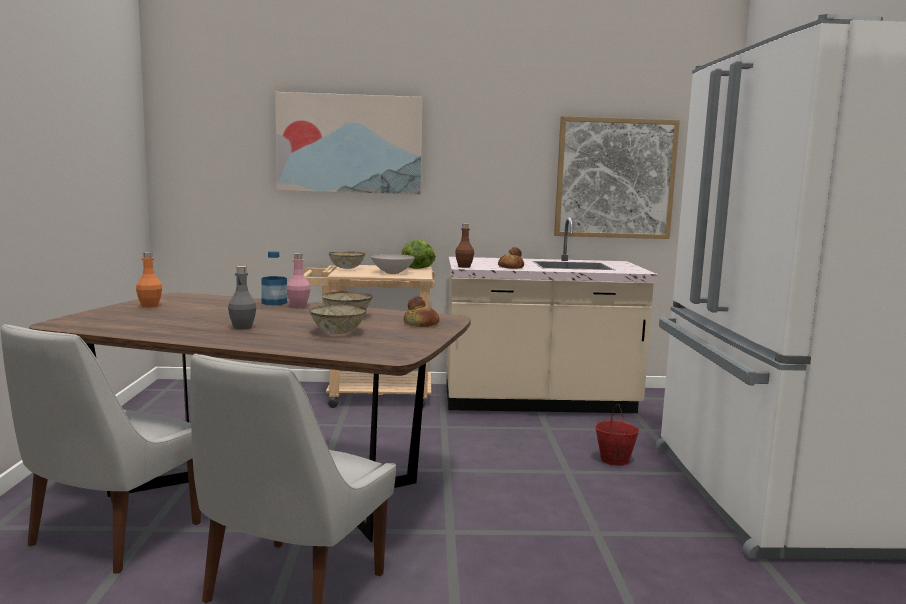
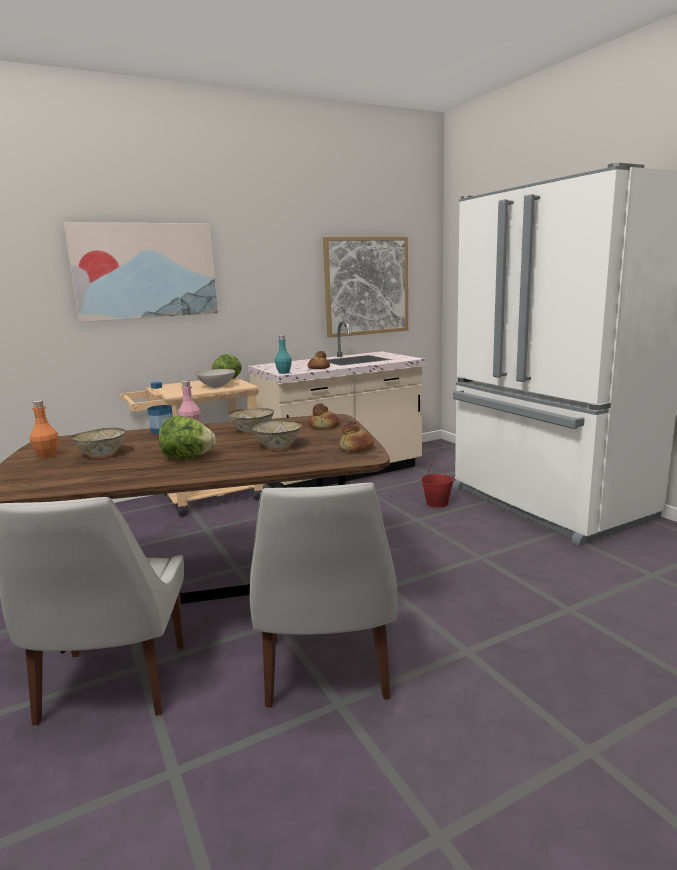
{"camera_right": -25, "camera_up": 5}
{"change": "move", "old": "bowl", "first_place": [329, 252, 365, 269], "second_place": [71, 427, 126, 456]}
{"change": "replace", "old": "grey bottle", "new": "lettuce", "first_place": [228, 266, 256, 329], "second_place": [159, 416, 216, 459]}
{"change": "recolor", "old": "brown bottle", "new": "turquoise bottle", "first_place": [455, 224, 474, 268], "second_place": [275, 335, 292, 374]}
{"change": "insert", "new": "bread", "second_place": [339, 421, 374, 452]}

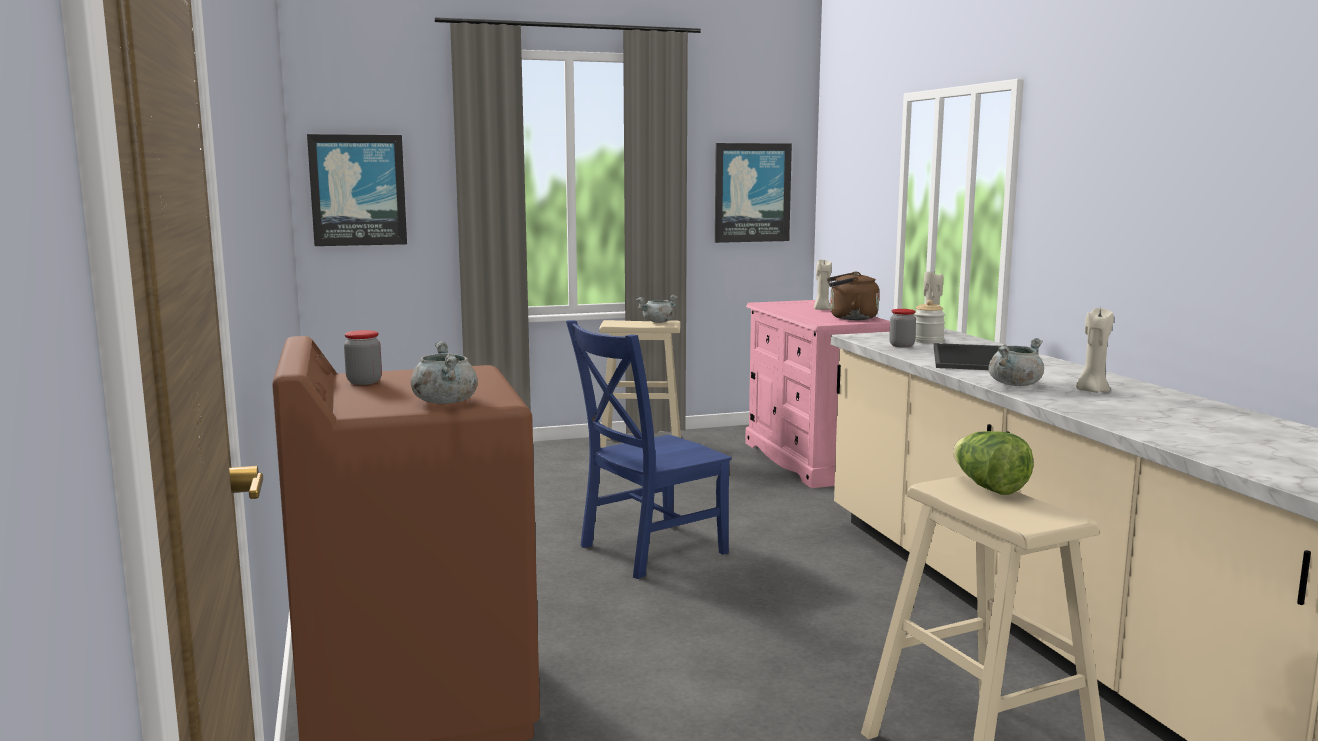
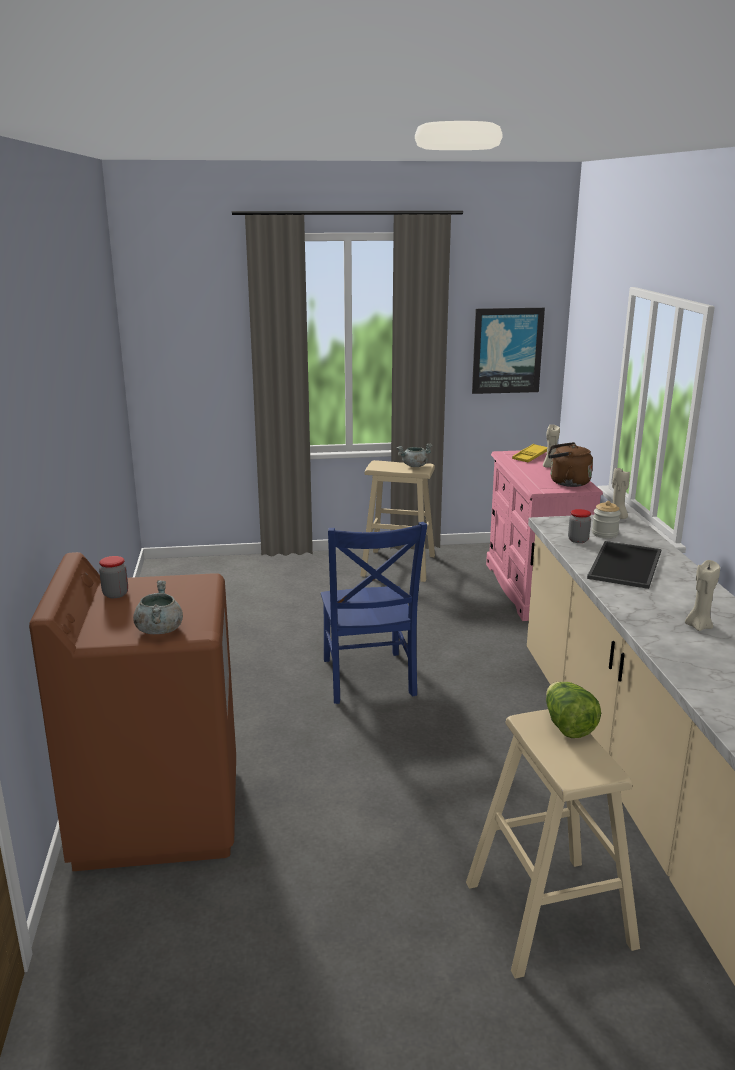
{"camera_right": 10, "camera_up": 10}
{"change": "rotate", "old": "blue chair", "first_place": [566, 320, 732, 579], "second_place": [321, 522, 427, 704], "degrees": -75}
{"change": "insert", "new": "yellow tray", "second_place": [512, 444, 547, 462]}
{"change": "delete", "old": "picture", "first_place": [307, 134, 407, 246]}
{"change": "delete", "old": "grey cooking pot", "first_place": [988, 338, 1044, 386]}

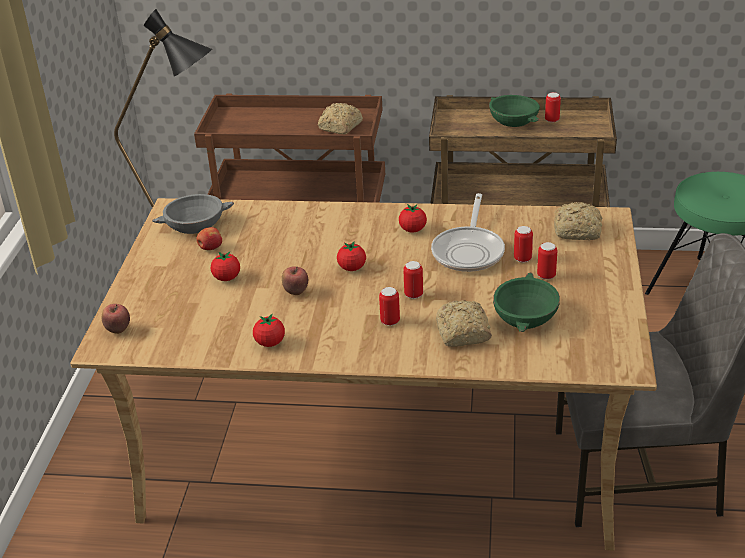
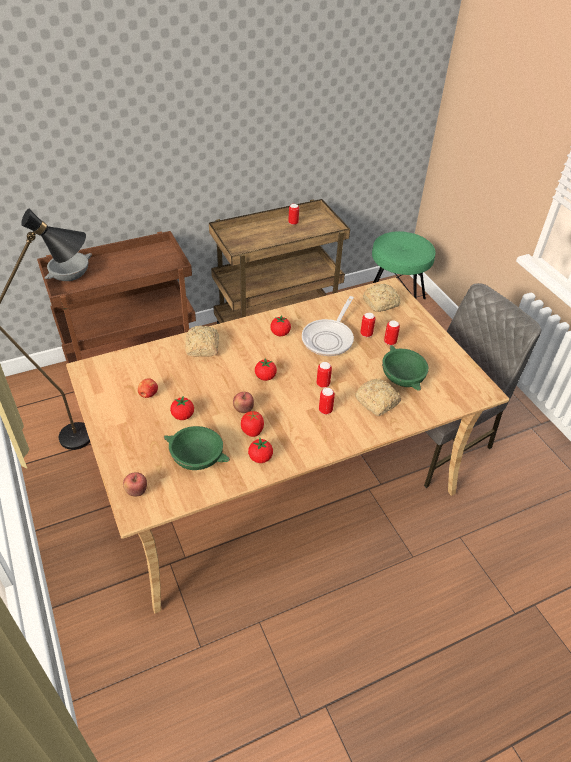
{"camera_right": -35, "camera_up": 10}
{"change": "move", "old": "grey bowl", "first_place": [152, 194, 234, 234], "second_place": [44, 252, 92, 281]}
{"change": "move", "old": "green bowl", "first_place": [489, 95, 540, 127], "second_place": [164, 426, 230, 470]}
{"change": "move", "old": "bread", "first_place": [318, 103, 363, 134], "second_place": [185, 326, 219, 357]}
{"change": "insert", "new": "tomato", "second_place": [241, 411, 264, 437]}
{"change": "rotate", "old": "frying pan", "first_place": [431, 193, 505, 272], "second_place": [302, 296, 354, 356], "degrees": 45}

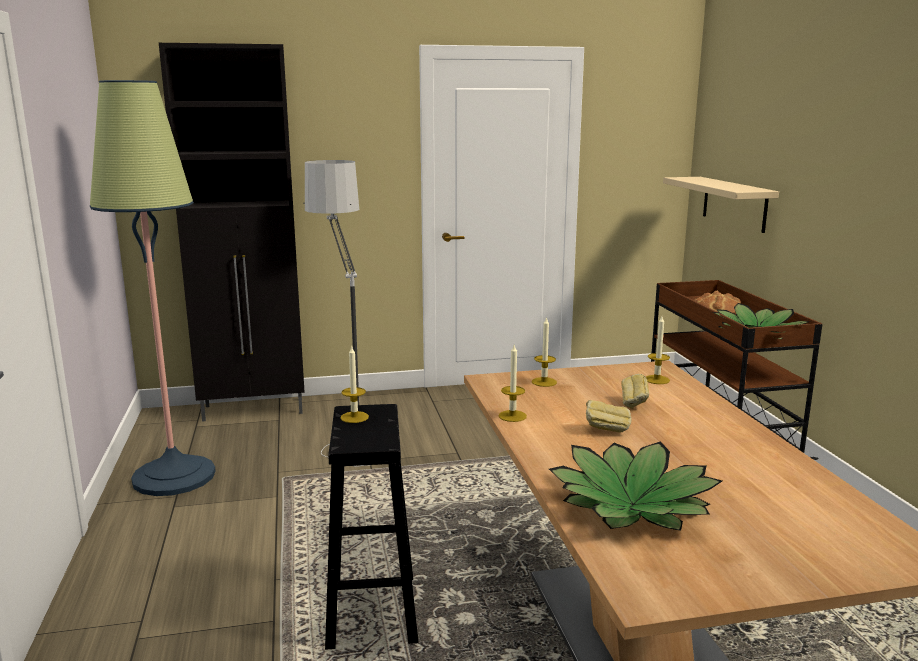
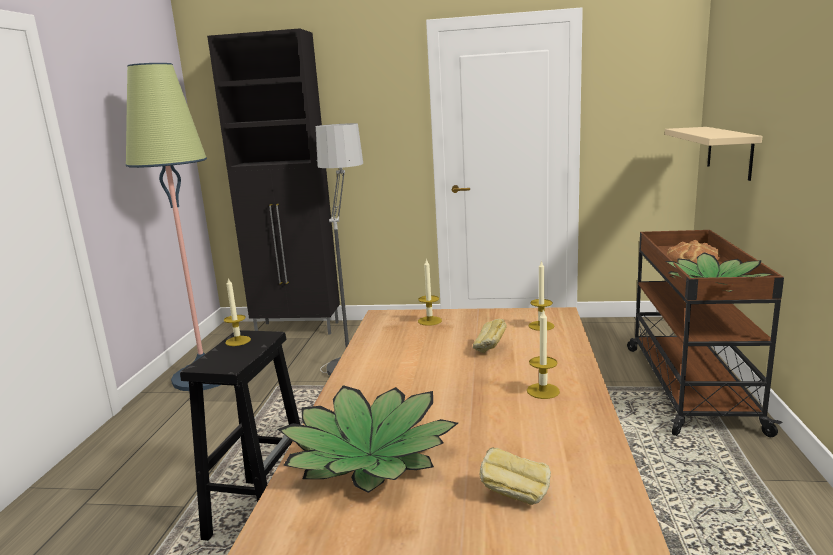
{"camera_right": 20, "camera_up": 0}
{"change": "move", "old": "bread", "first_place": [586, 400, 632, 433], "second_place": [479, 447, 551, 505]}
{"change": "move", "old": "candle", "first_place": [499, 345, 527, 422], "second_place": [527, 309, 560, 399]}

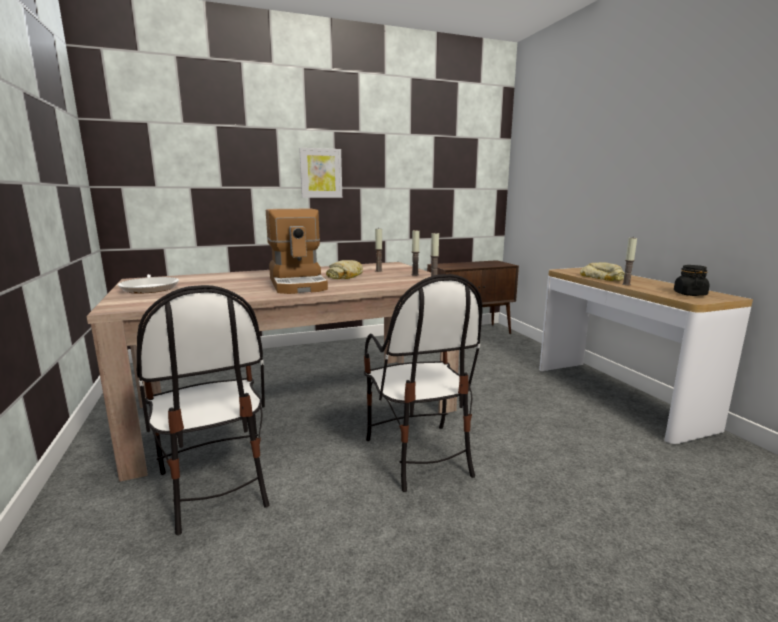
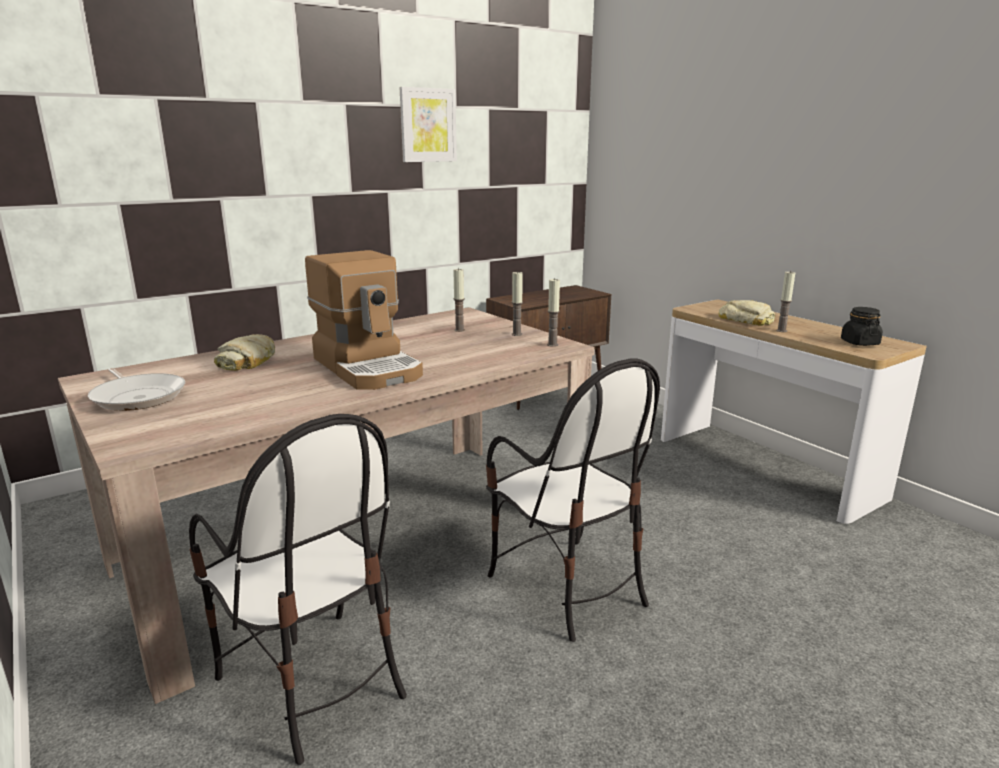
{"camera_right": -15, "camera_up": 5}
{"change": "move", "old": "bread", "first_place": [326, 260, 363, 279], "second_place": [214, 334, 275, 371]}
{"change": "move", "old": "picture", "first_place": [299, 148, 342, 198], "second_place": [399, 87, 457, 162]}

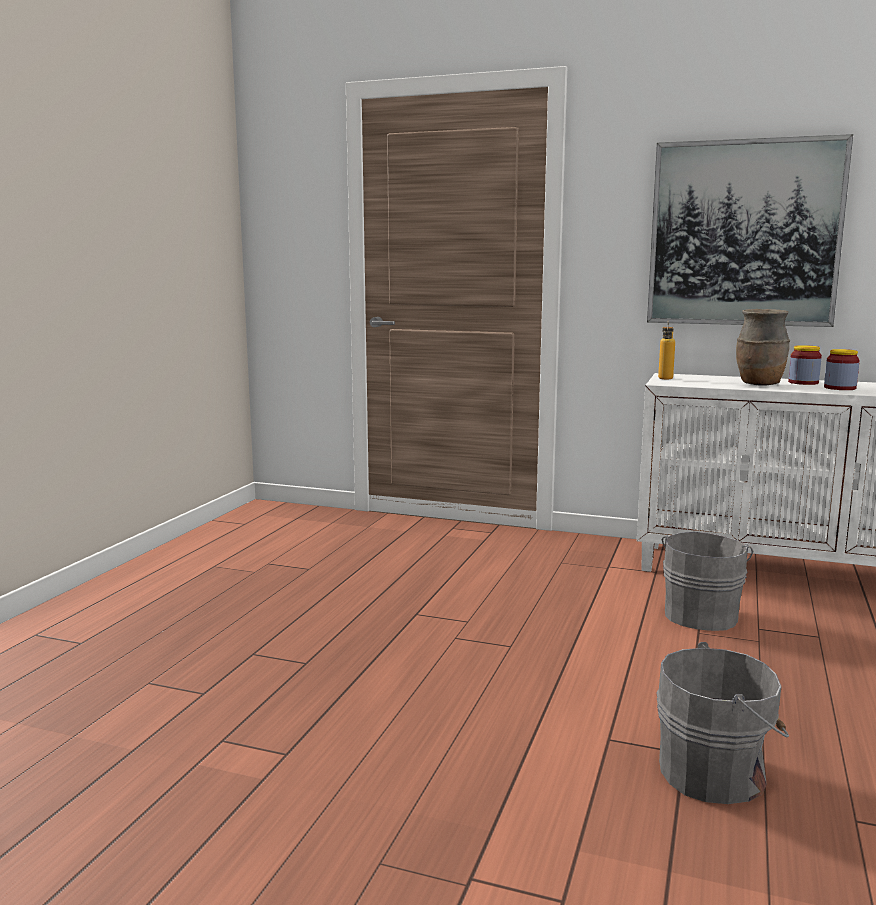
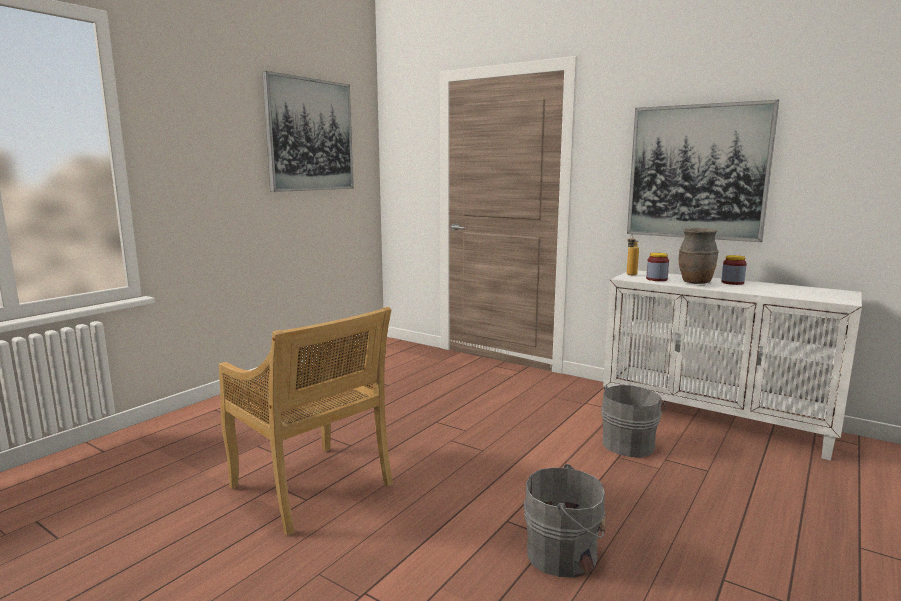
{"camera_right": 15, "camera_up": 0}
{"change": "insert", "new": "beige chair", "second_place": [219, 307, 393, 536]}
{"change": "insert", "new": "picture", "second_place": [262, 71, 354, 192]}
{"change": "move", "old": "jar", "first_place": [824, 349, 860, 390], "second_place": [646, 253, 669, 281]}

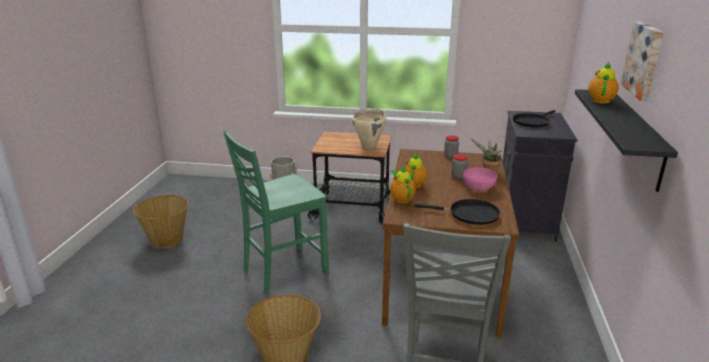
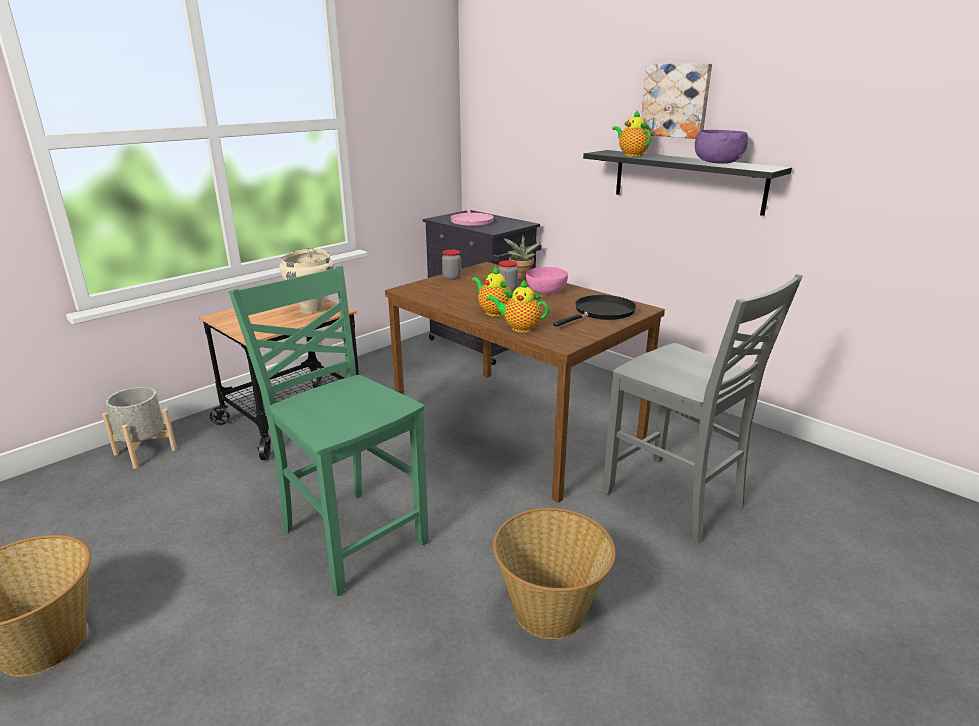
{"camera_right": -55, "camera_up": 0}
{"change": "rotate", "old": "green chair", "first_place": [223, 130, 329, 295], "second_place": [229, 266, 429, 596], "degrees": 135}
{"change": "recolor", "old": "black frying pan", "new": "pink frying pan", "first_place": [513, 110, 556, 127], "second_place": [450, 207, 494, 226]}
{"change": "insert", "new": "purple bowl", "second_place": [695, 130, 748, 164]}

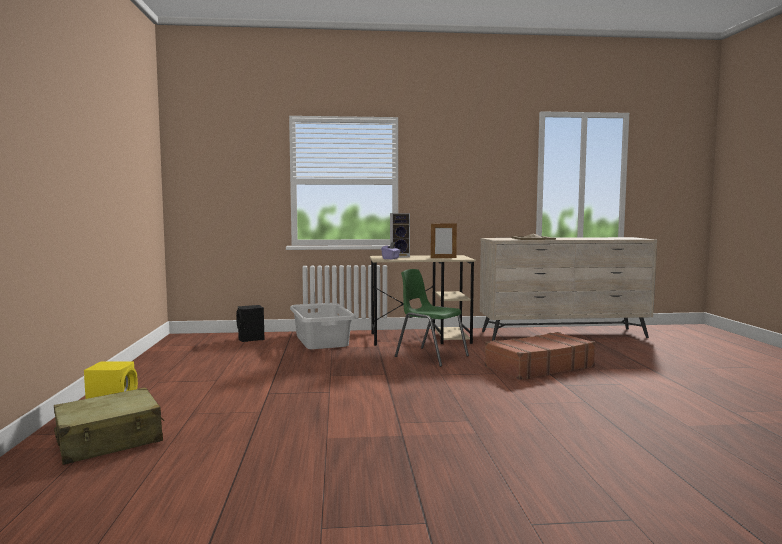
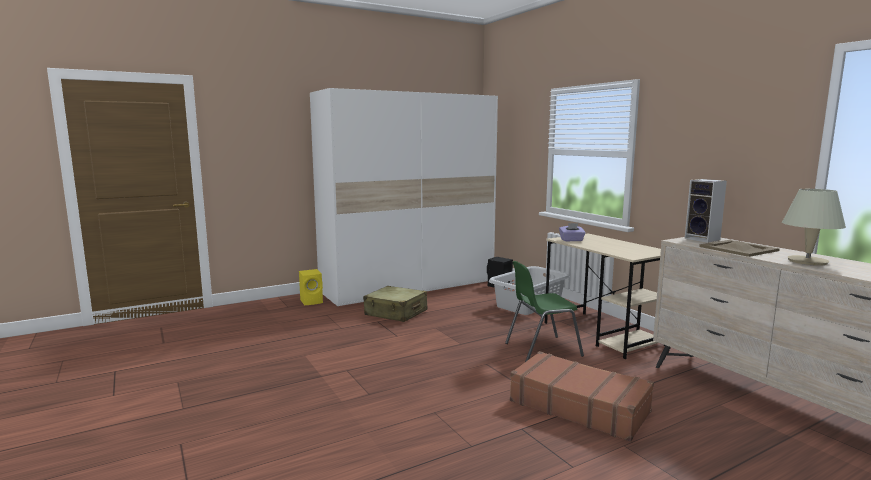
{"camera_right": 65, "camera_up": 5}
{"change": "insert", "new": "white wardrobe", "second_place": [310, 88, 498, 307]}
{"change": "move", "old": "beige suitcase", "first_place": [54, 387, 165, 465], "second_place": [363, 286, 427, 322]}
{"change": "rotate", "old": "green chair", "first_place": [395, 269, 469, 367], "second_place": [505, 261, 584, 362], "degrees": -120}
{"change": "move", "old": "speaker", "first_place": [390, 213, 410, 257], "second_place": [685, 179, 727, 243]}
{"change": "insert", "new": "beige table lamp", "second_place": [782, 189, 846, 266]}
{"change": "delete", "old": "picture frame", "first_place": [431, 222, 457, 258]}

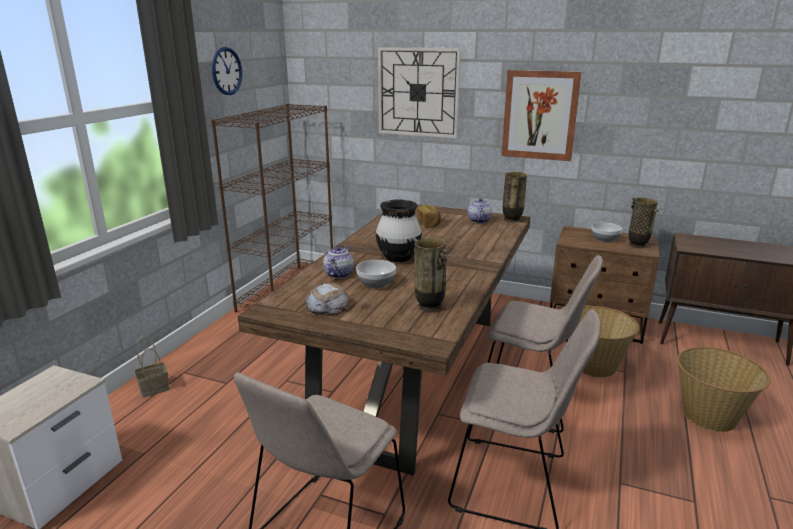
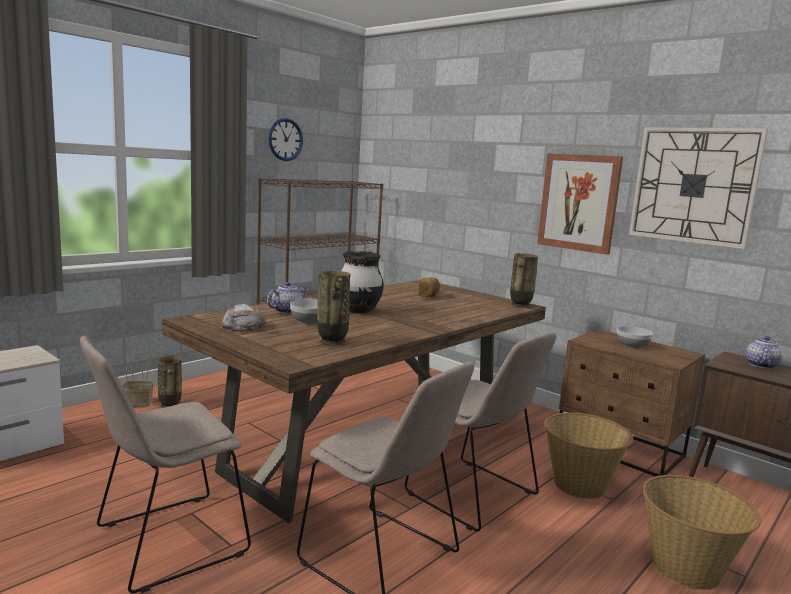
{"camera_right": 20, "camera_up": -10}
{"change": "move", "old": "vase", "first_place": [628, 198, 658, 248], "second_place": [158, 355, 182, 408]}
{"change": "move", "old": "wall clock", "first_place": [378, 47, 461, 138], "second_place": [629, 127, 768, 249]}
{"change": "move", "old": "teapot", "first_place": [468, 198, 492, 223], "second_place": [746, 336, 782, 369]}

